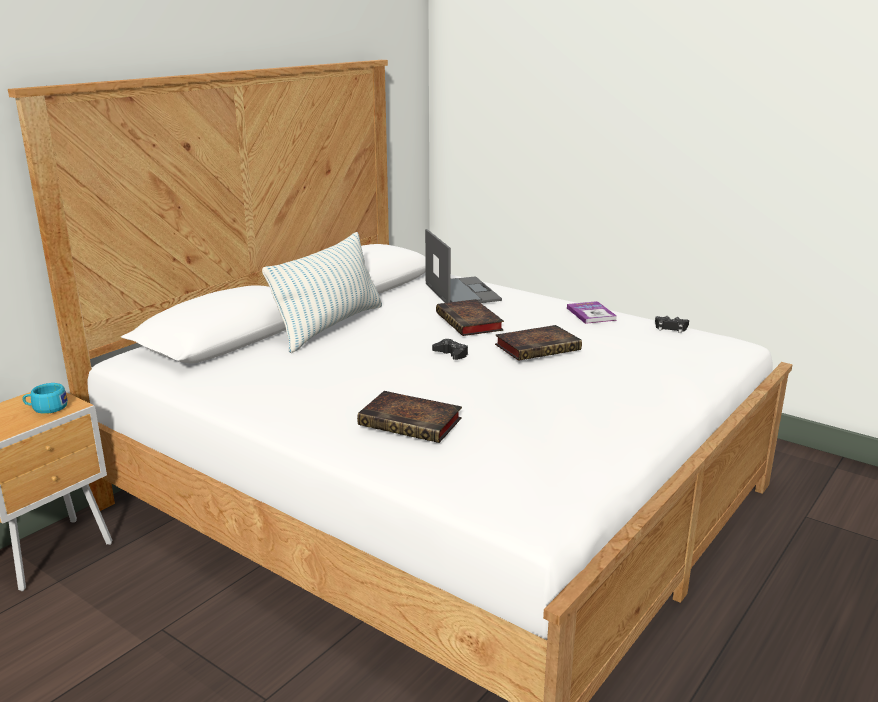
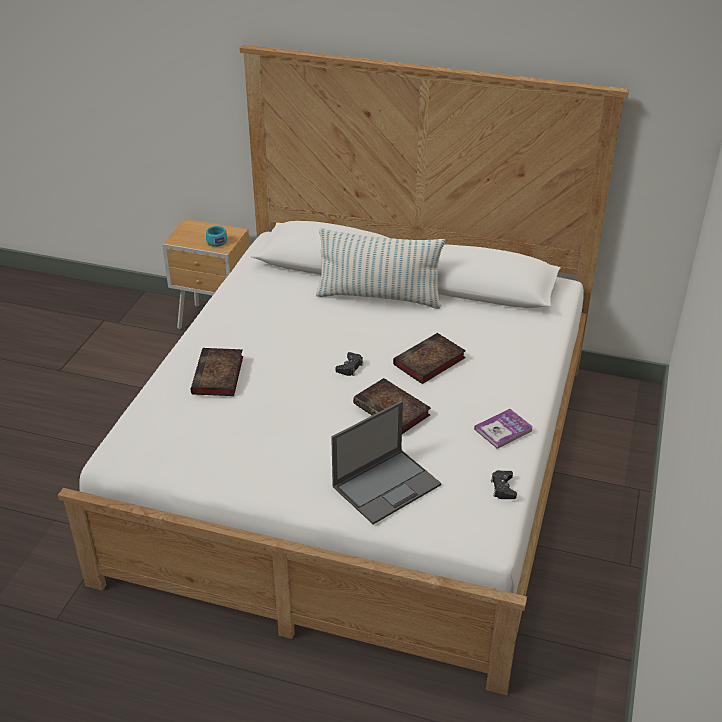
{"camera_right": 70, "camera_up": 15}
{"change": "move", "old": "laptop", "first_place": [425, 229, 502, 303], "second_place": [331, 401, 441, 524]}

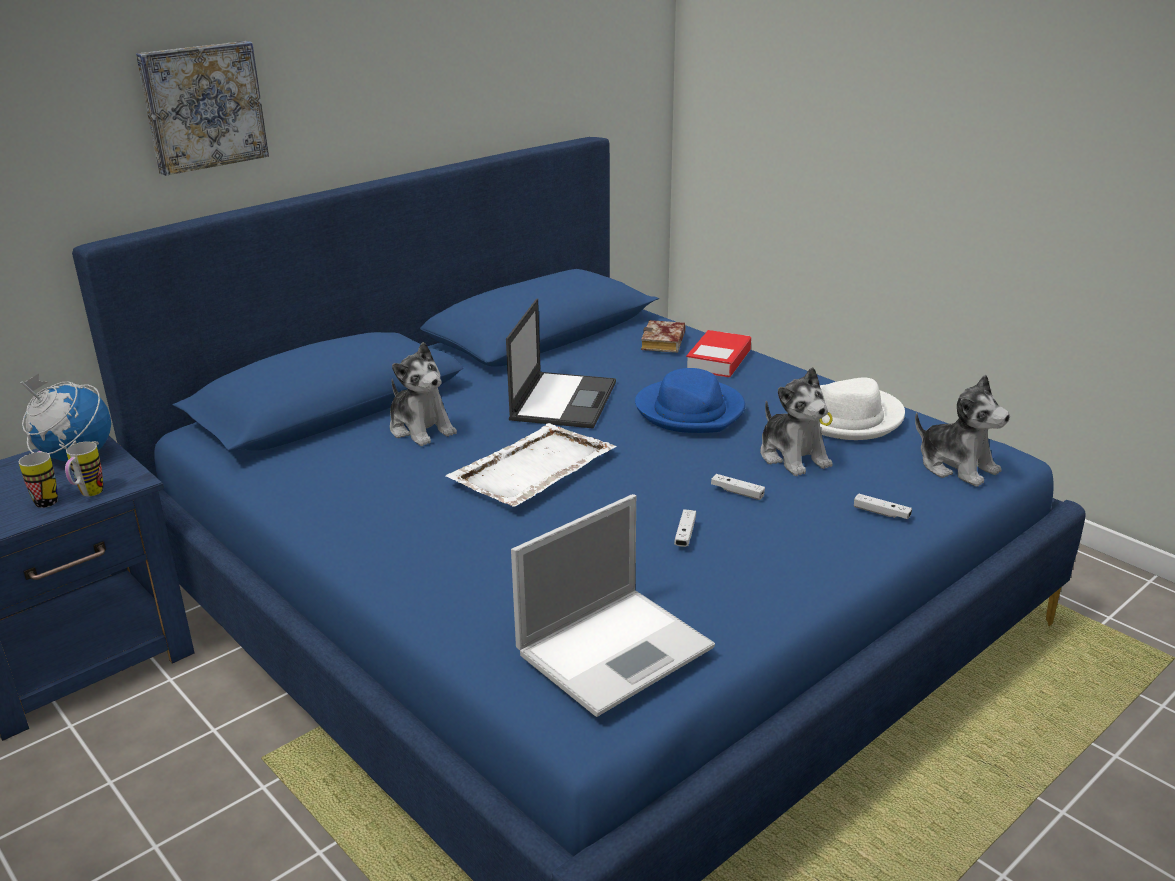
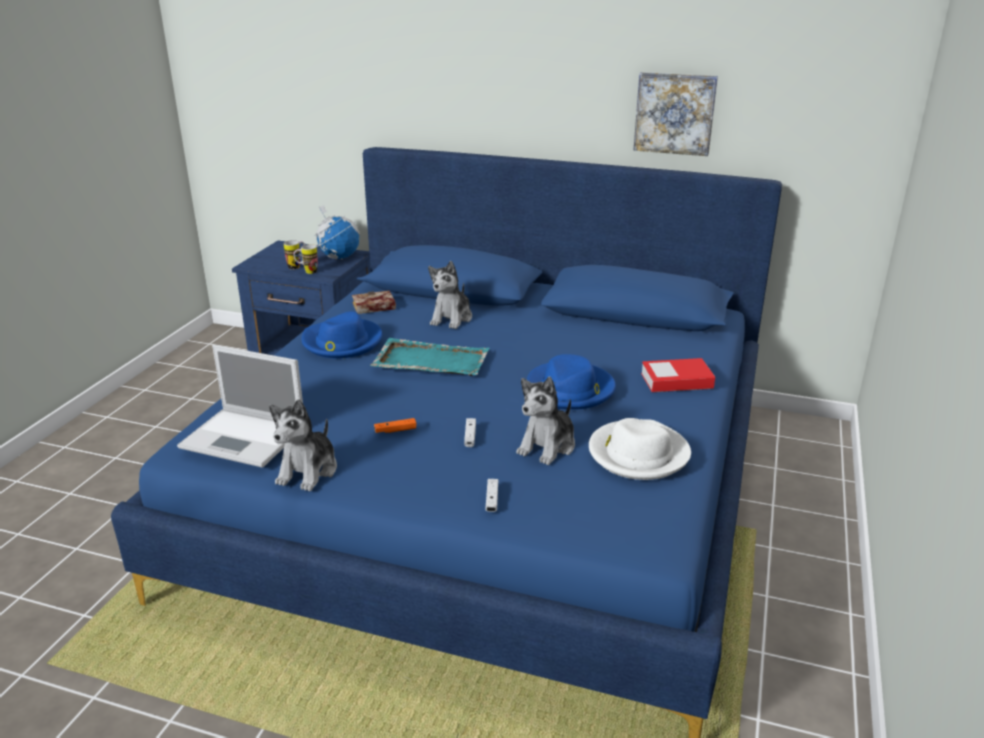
{"camera_right": 60, "camera_up": 0}
{"change": "move", "old": "plush toy", "first_place": [915, 375, 1010, 487], "second_place": [269, 399, 337, 492]}
{"change": "insert", "new": "blue hat", "second_place": [302, 311, 382, 358]}
{"change": "move", "old": "book", "first_place": [641, 320, 686, 353], "second_place": [352, 291, 396, 314]}
{"change": "recolor", "old": "white tray", "new": "turquoise tray", "first_place": [445, 423, 616, 507], "second_place": [370, 338, 490, 376]}
{"change": "recolor", "old": "white game controller", "new": "orange game controller", "first_place": [674, 509, 696, 547], "second_place": [374, 418, 416, 433]}
{"change": "move", "old": "picture", "first_place": [136, 41, 269, 176], "second_place": [634, 72, 718, 156]}
{"change": "delete", "old": "laptop", "first_place": [506, 299, 616, 429]}

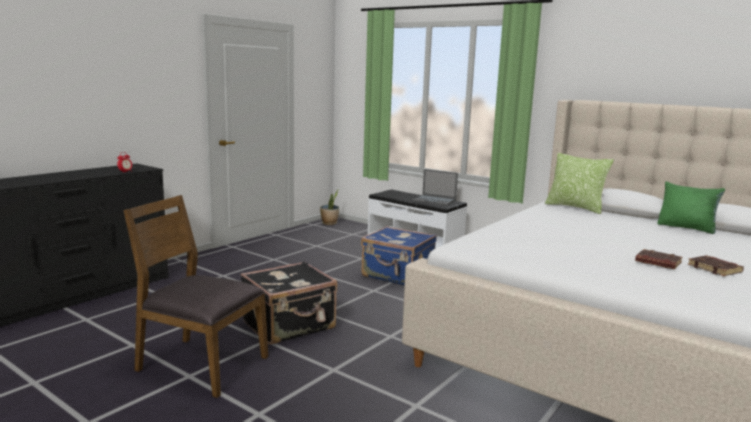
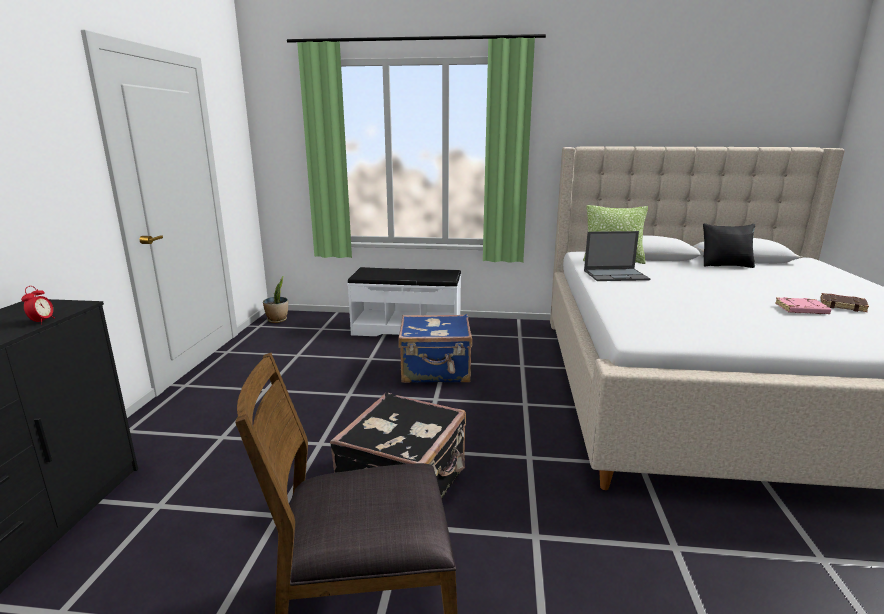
{"camera_right": -30, "camera_up": 5}
{"change": "move", "old": "laptop", "first_place": [412, 169, 458, 206], "second_place": [584, 231, 650, 281]}
{"change": "recolor", "old": "green pillow", "new": "black pillow", "first_place": [657, 182, 725, 234], "second_place": [703, 223, 755, 268]}
{"change": "recolor", "old": "brown book", "new": "pink book", "first_place": [635, 249, 683, 269], "second_place": [775, 297, 831, 314]}

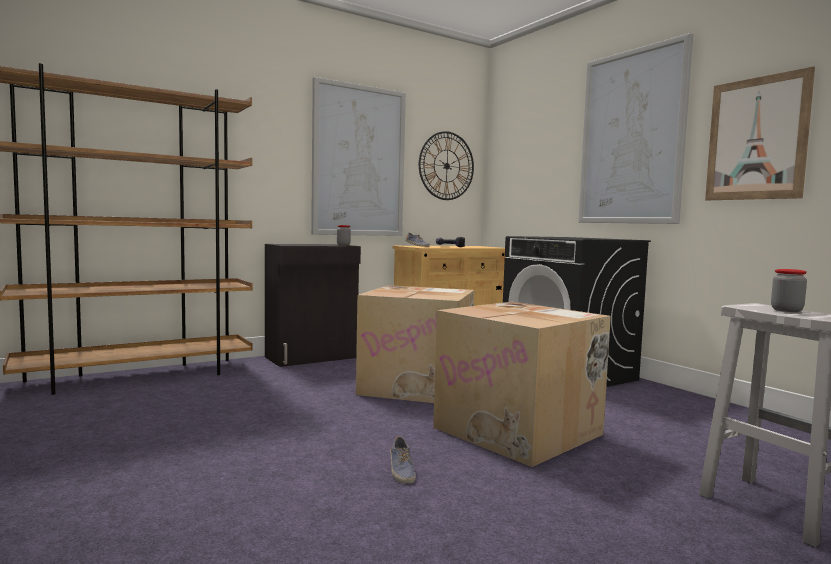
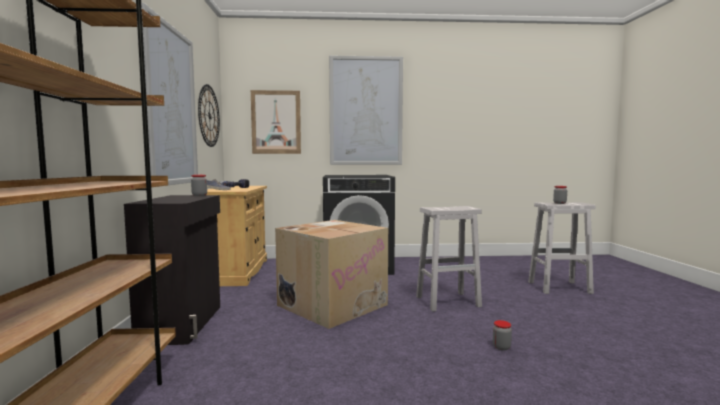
{"camera_right": -60, "camera_up": 0}
{"change": "move", "old": "picture", "first_place": [705, 66, 815, 200], "second_place": [251, 90, 301, 154]}
{"change": "replace", "old": "cardboard box", "new": "white stool", "first_place": [433, 302, 611, 467], "second_place": [416, 206, 482, 312]}
{"change": "replace", "old": "shoe", "new": "jar", "first_place": [390, 436, 416, 484], "second_place": [493, 320, 512, 351]}

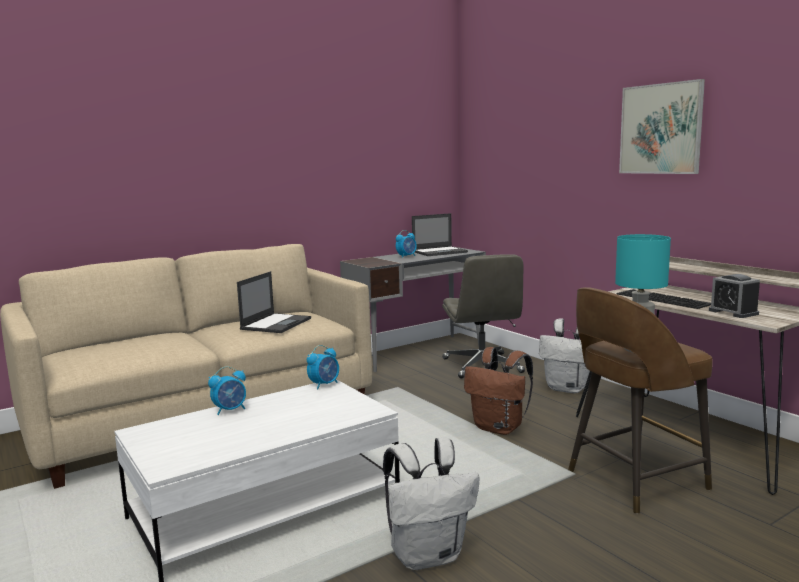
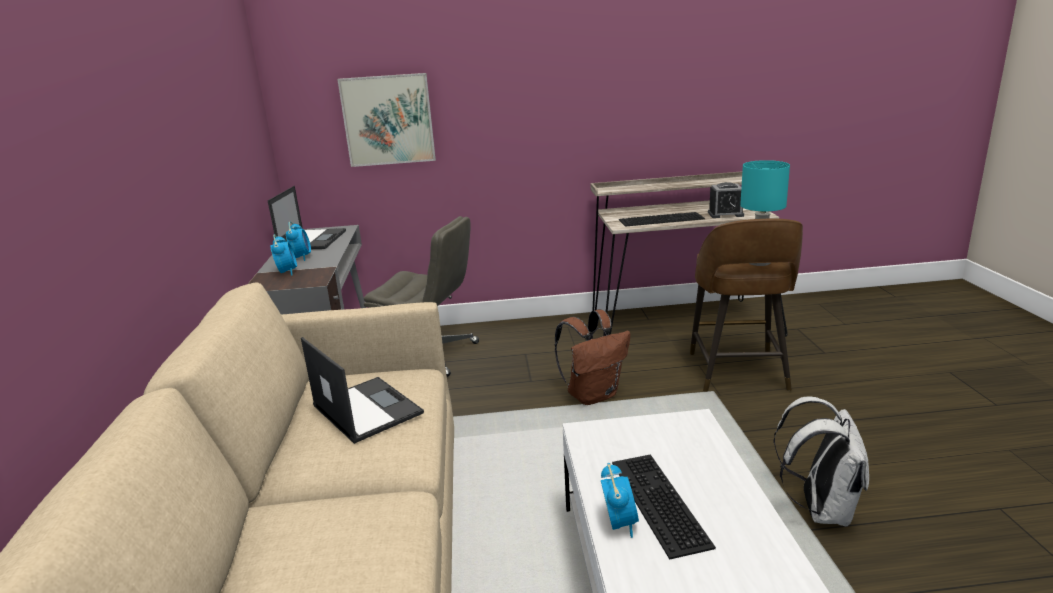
{"camera_right": -60, "camera_up": 10}
{"change": "move", "old": "alarm clock", "first_place": [307, 345, 339, 389], "second_place": [271, 234, 297, 276]}
{"change": "move", "old": "picture", "first_place": [619, 79, 705, 174], "second_place": [337, 73, 436, 167]}
{"change": "insert", "new": "keyboard", "second_place": [612, 454, 716, 560]}
{"change": "delete", "old": "white backpack", "first_place": [539, 318, 590, 393]}

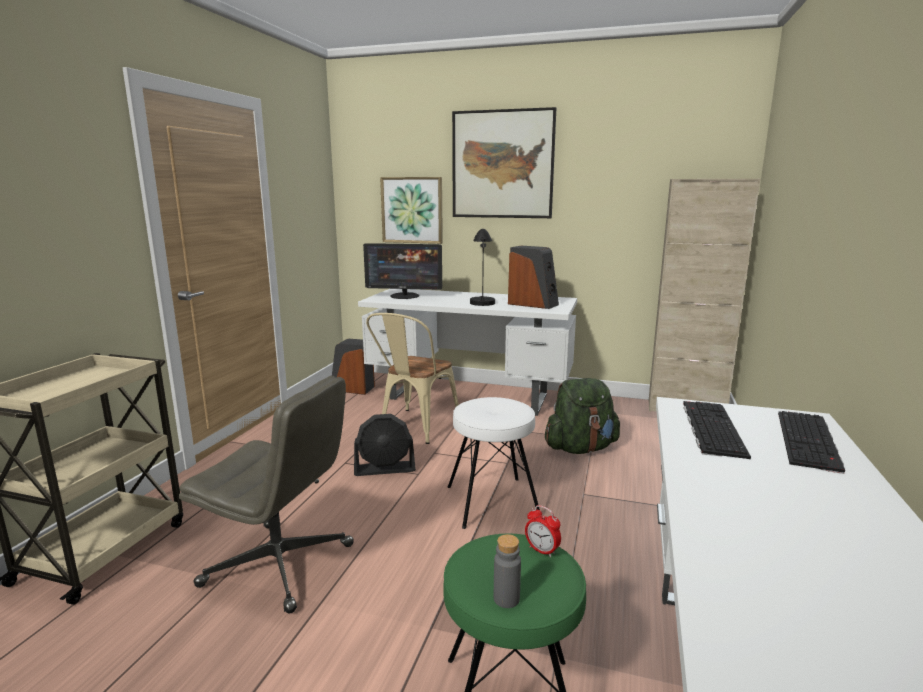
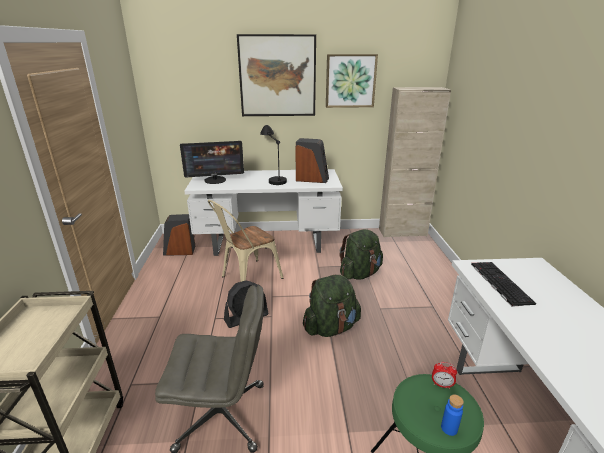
{"camera_right": -20, "camera_up": 10}
{"change": "rotate", "old": "beige chair", "first_place": [366, 313, 459, 444], "second_place": [208, 200, 284, 282], "degrees": 45}
{"change": "replace", "old": "white stool", "new": "green backpack", "first_place": [448, 397, 540, 529], "second_place": [303, 275, 361, 337]}
{"change": "move", "old": "picture", "first_place": [380, 177, 443, 244], "second_place": [326, 54, 378, 108]}
{"change": "recolor", "old": "grey bottle", "new": "blue bottle", "first_place": [494, 534, 521, 608], "second_place": [441, 395, 464, 436]}
{"change": "delete", "old": "keyboard", "first_place": [778, 411, 845, 474]}

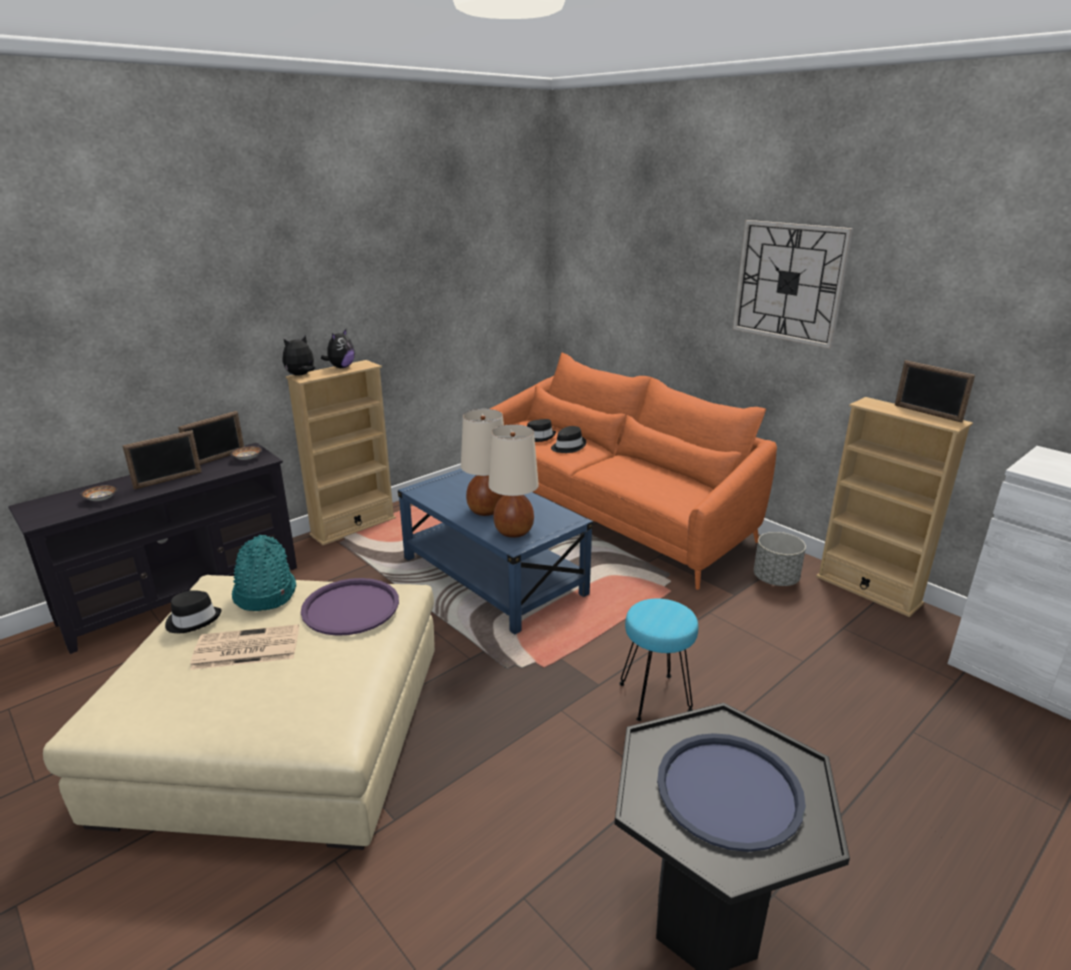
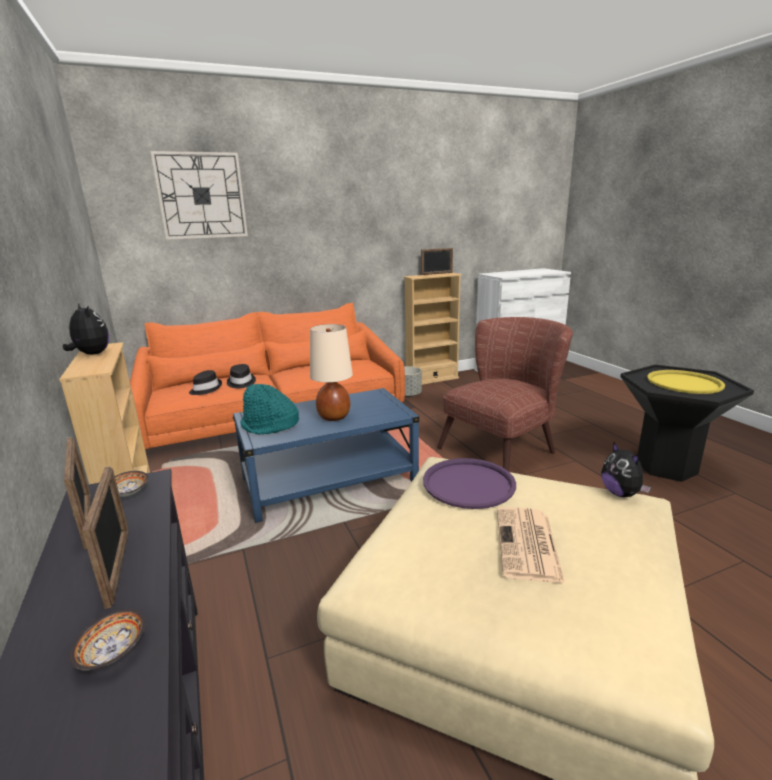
{"camera_right": -70, "camera_up": -5}
{"change": "move", "old": "wall clock", "first_place": [733, 220, 853, 349], "second_place": [150, 151, 248, 240]}
{"change": "move", "old": "turquoise hat", "first_place": [232, 535, 296, 611], "second_place": [240, 384, 299, 435]}
{"change": "replace", "old": "turquoise stool", "new": "brown armchair", "first_place": [619, 599, 698, 721], "second_place": [437, 317, 573, 471]}
{"change": "move", "old": "plush toy", "first_place": [283, 335, 315, 376], "second_place": [601, 441, 651, 497]}
{"change": "recolor", "old": "blue tray", "new": "yellow tray", "first_place": [657, 733, 806, 852], "second_place": [647, 370, 725, 394]}
{"change": "delete", "old": "black hat", "first_place": [165, 590, 222, 633]}
{"change": "delete", "old": "beige table lamp", "first_place": [488, 424, 539, 538]}

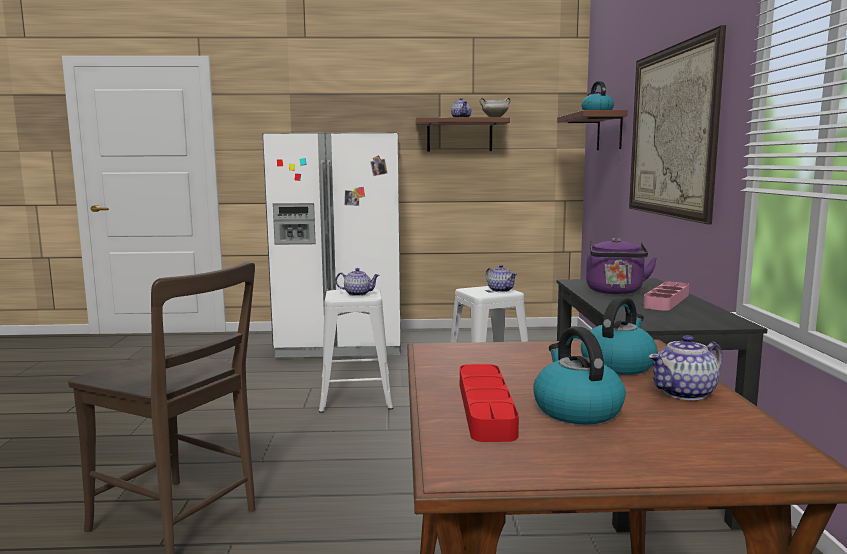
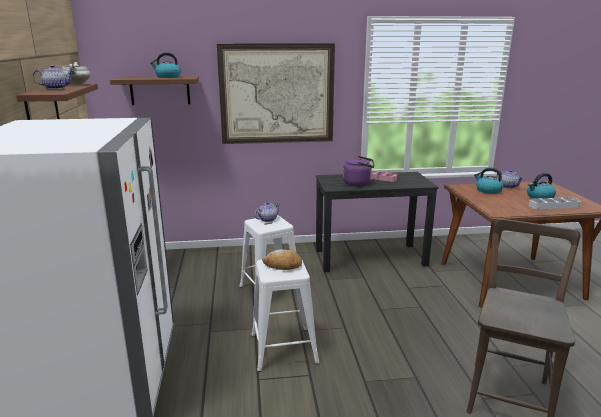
{"camera_right": -95, "camera_up": 10}
{"change": "replace", "old": "teapot", "new": "bread", "first_place": [335, 268, 380, 296], "second_place": [262, 250, 302, 270]}
{"change": "recolor", "old": "red tray", "new": "grey tray", "first_place": [460, 364, 519, 442], "second_place": [528, 197, 580, 209]}

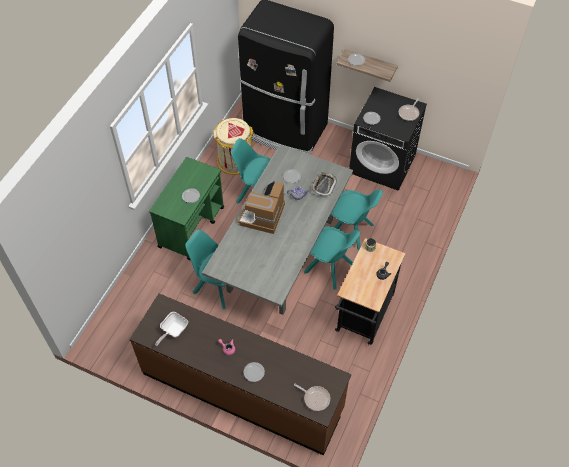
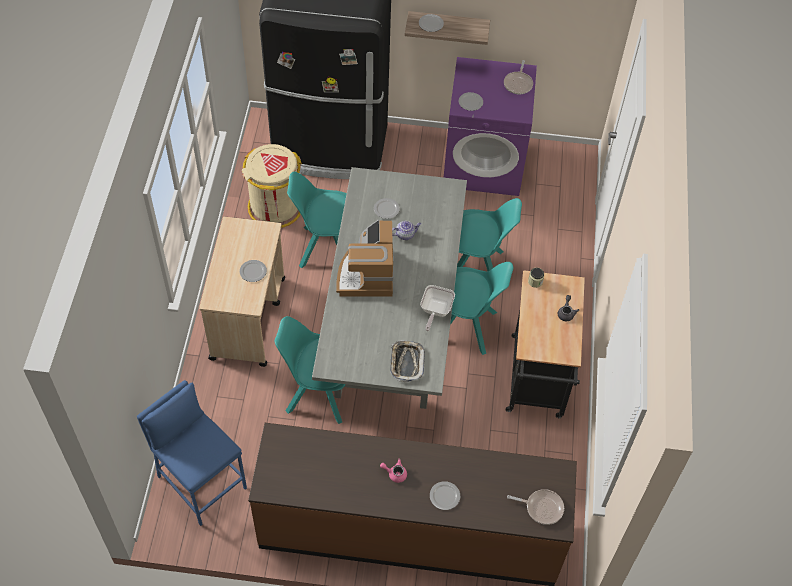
{"camera_right": -20, "camera_up": 0}
{"change": "insert", "new": "blue stool", "second_place": [137, 380, 247, 526]}
{"change": "recolor", "old": "green cart", "new": "beige cart", "first_place": [149, 157, 224, 260], "second_place": [199, 217, 285, 367]}
{"change": "move", "old": "tray", "first_place": [312, 172, 337, 196], "second_place": [390, 340, 425, 382]}
{"change": "move", "old": "frying pan", "first_place": [155, 312, 188, 346], "second_place": [420, 285, 455, 331]}
{"change": "recolor", "old": "black washing machine", "new": "purple washing machine", "first_place": [349, 87, 427, 191], "second_place": [444, 57, 537, 196]}

